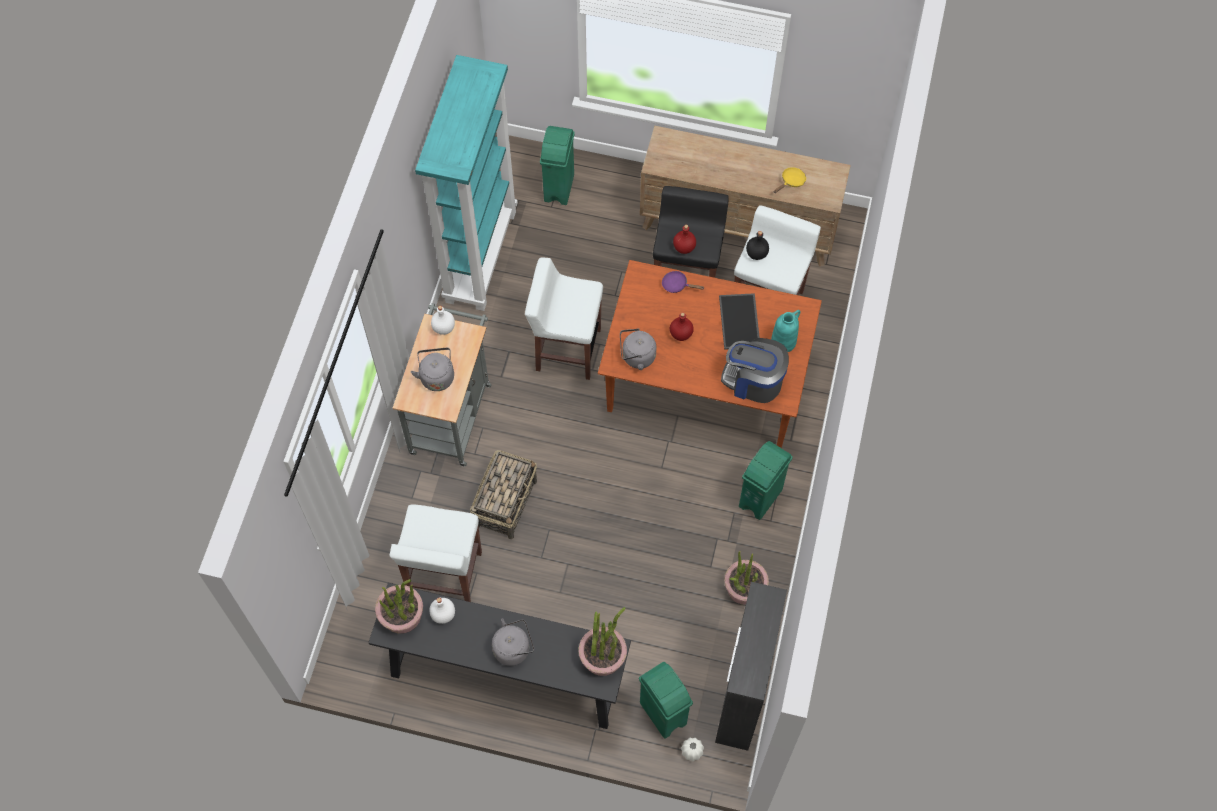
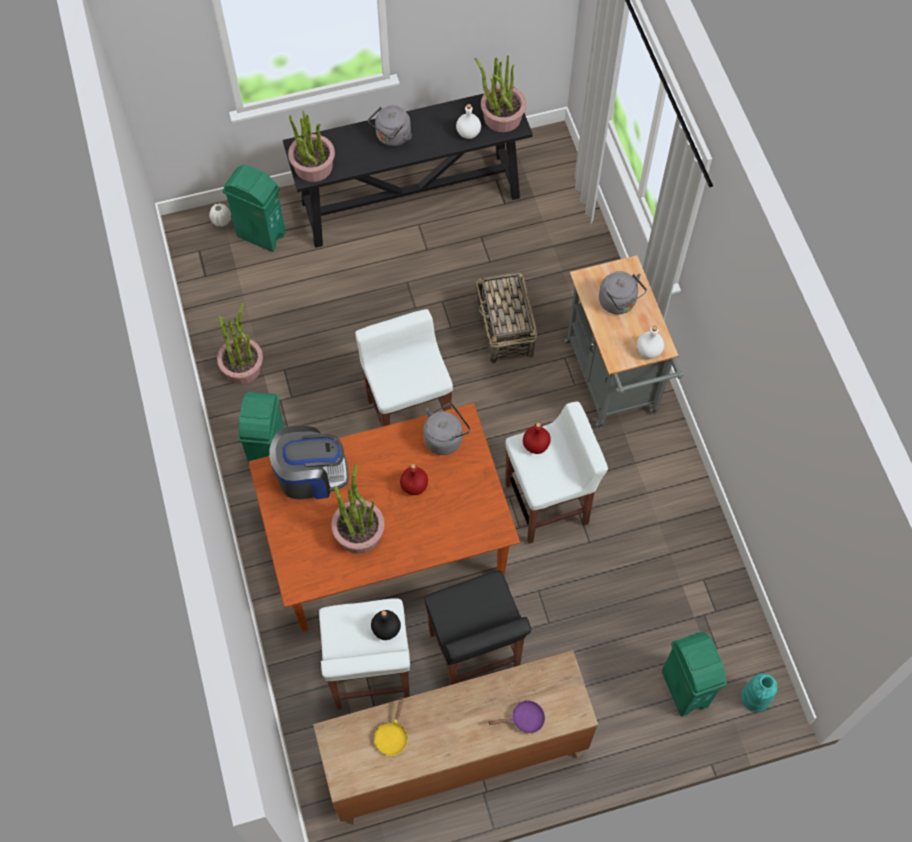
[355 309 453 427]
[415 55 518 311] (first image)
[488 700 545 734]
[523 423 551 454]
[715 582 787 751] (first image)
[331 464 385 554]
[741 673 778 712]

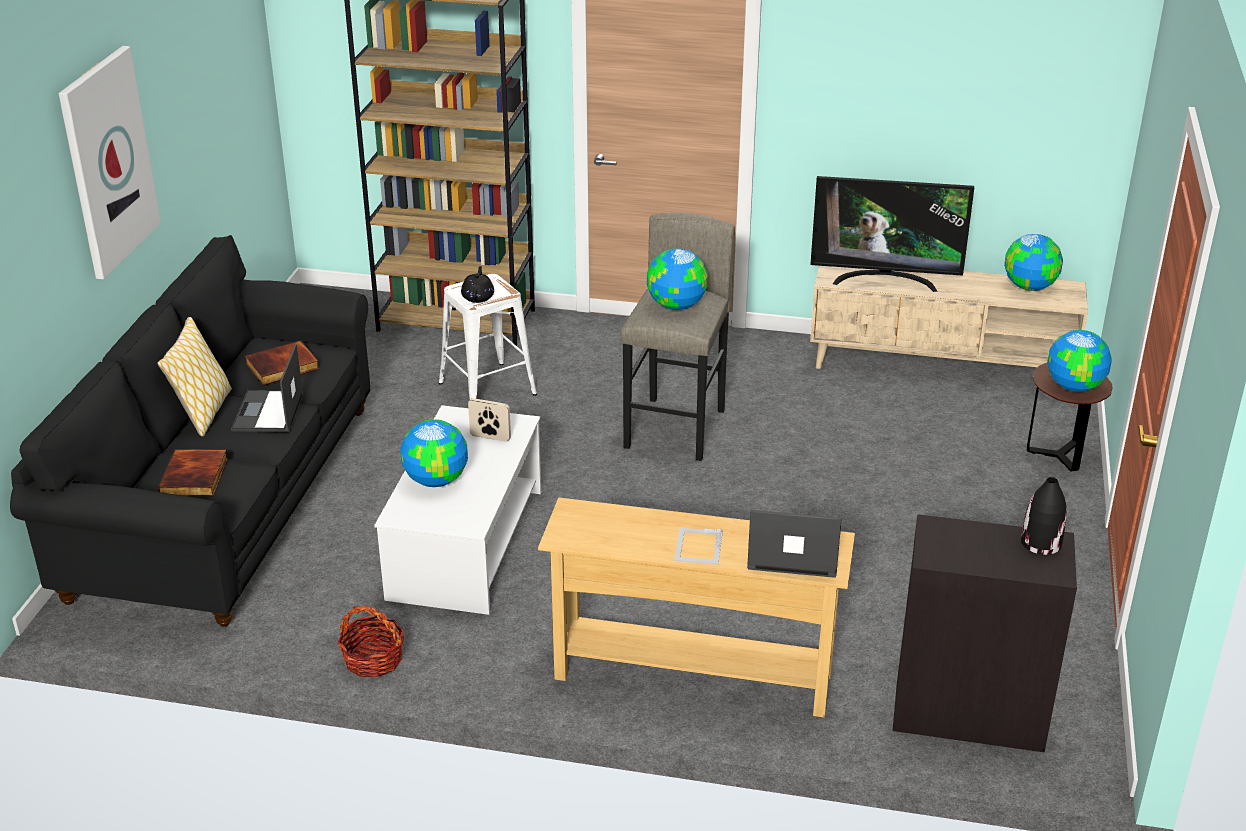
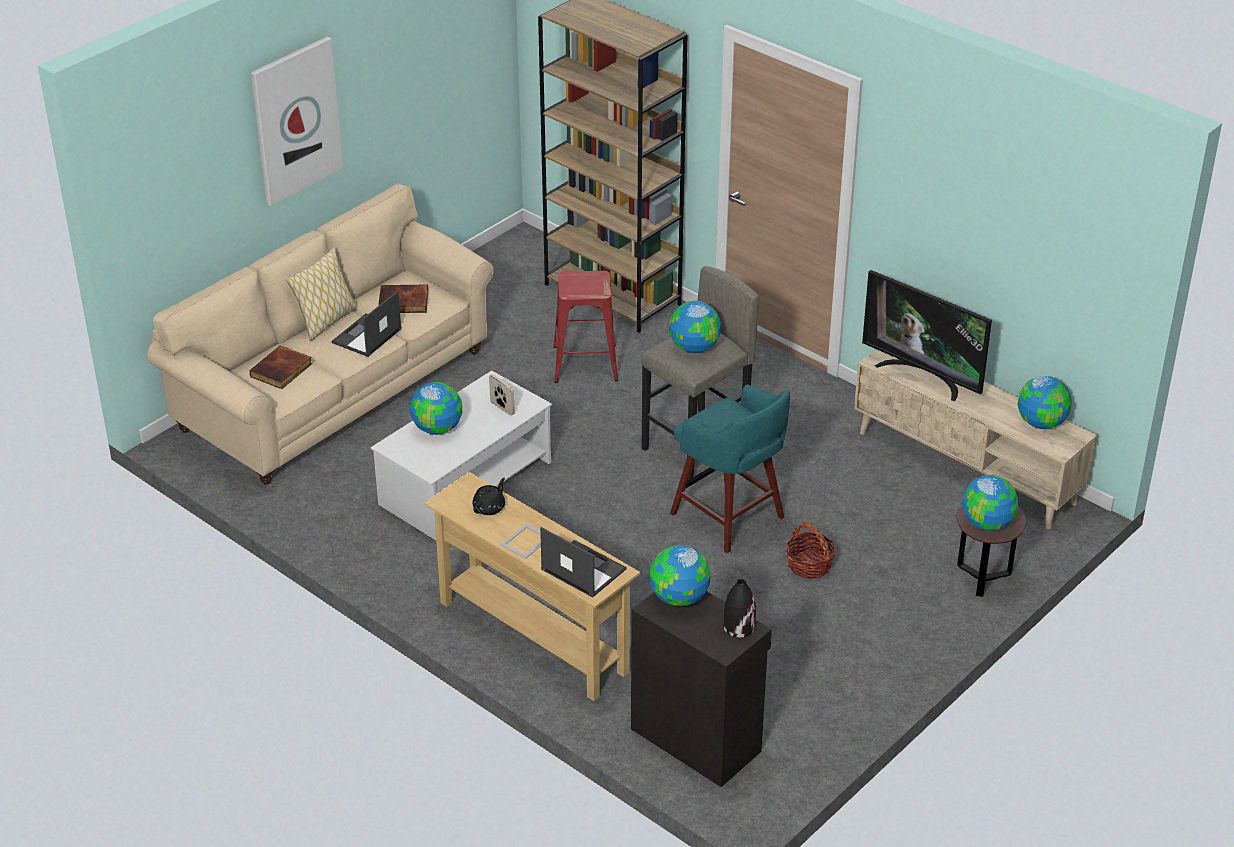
[147 184 494 485]
[786 522 836 579]
[553 271 618 383]
[472 478 505 515]
[650 545 711 606]
[670 384 790 553]

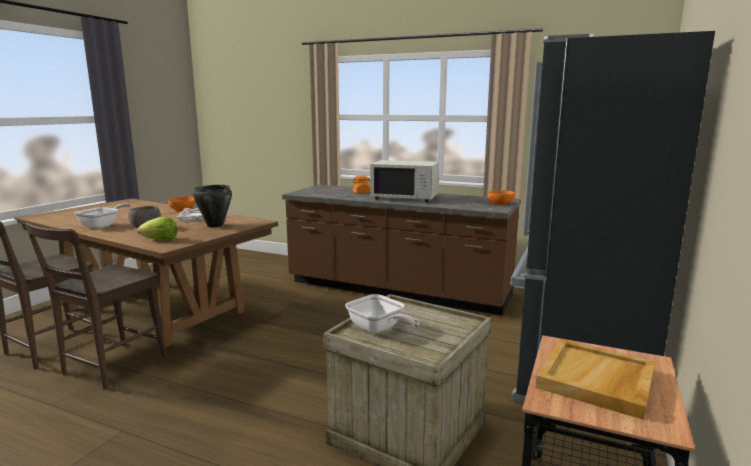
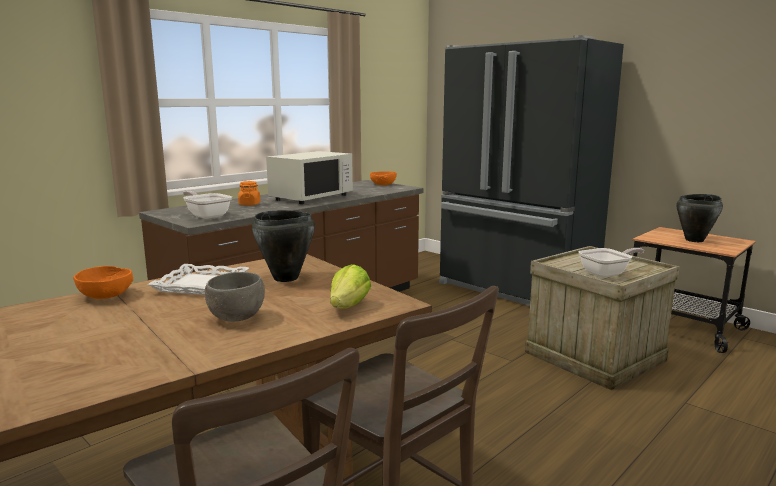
[183 191 232 219]
[676 194 723 242]

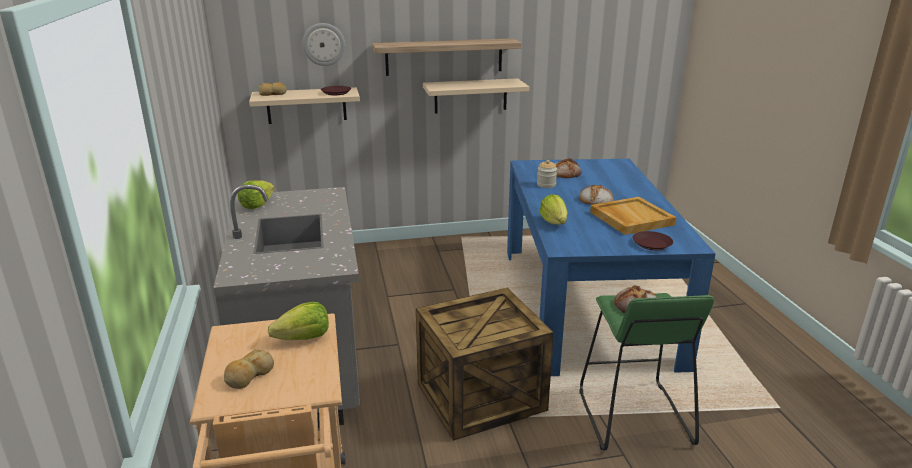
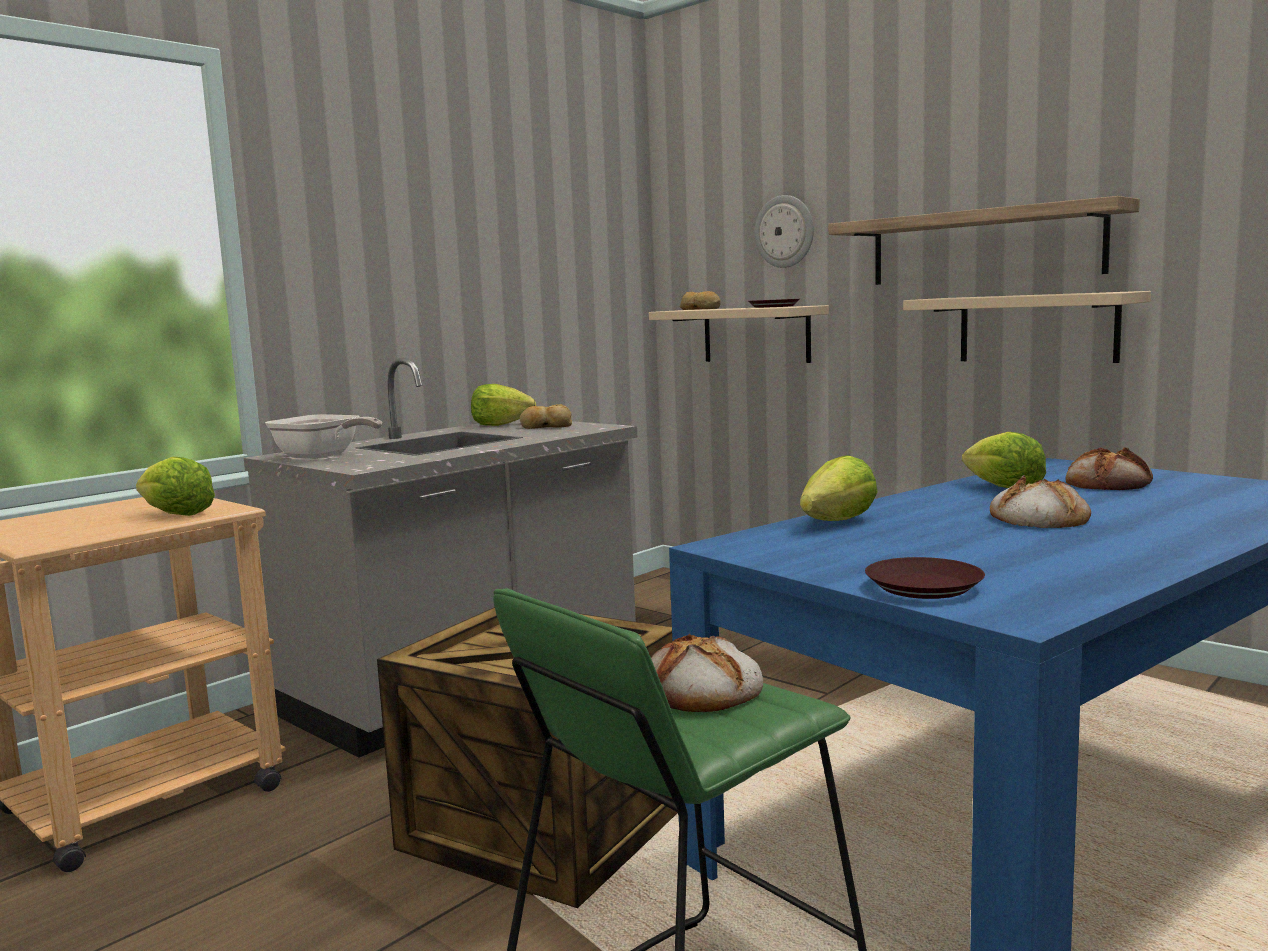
[519 404 572 429]
[962 432 1046 488]
[590 197 677 235] (first image)
[265 414 382 459]

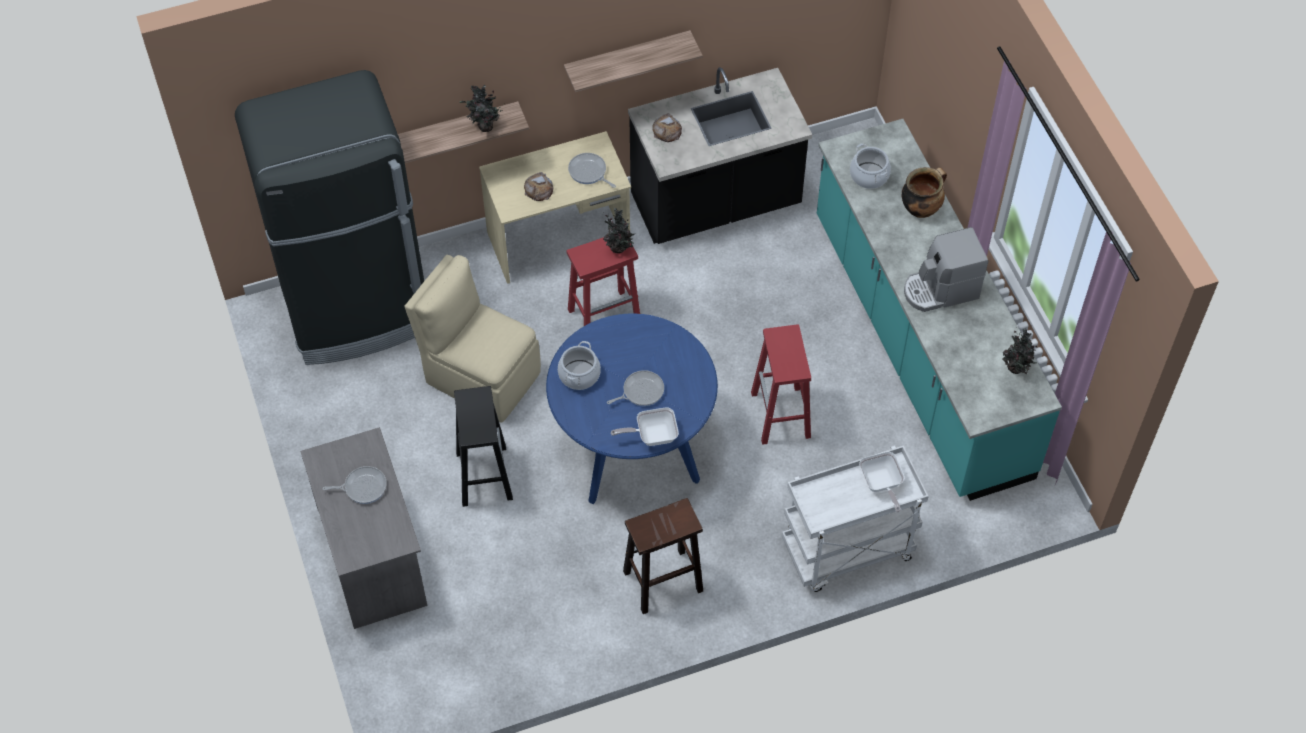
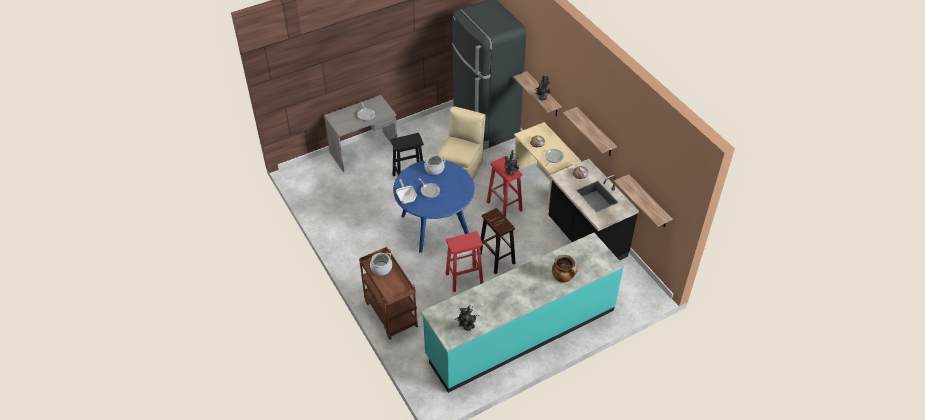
[480 208 516 274]
[359 247 418 340]
[370 252 392 276]
[859 452 905 513] (first image)
[904 227 988 312] (first image)
[614 174 673 228]

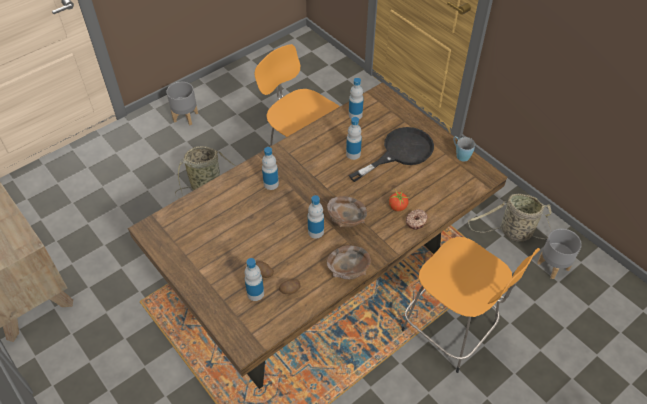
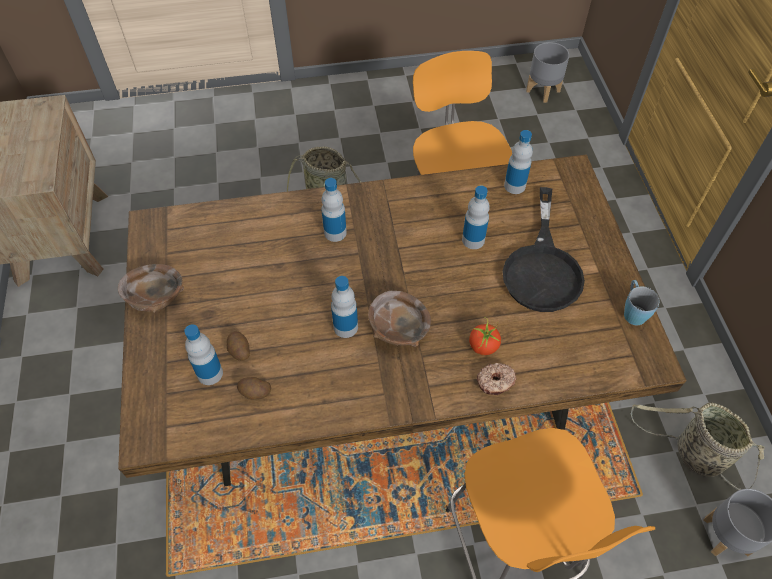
[526 42 570 103]
[118 264 184 313]
[502 187 585 312]

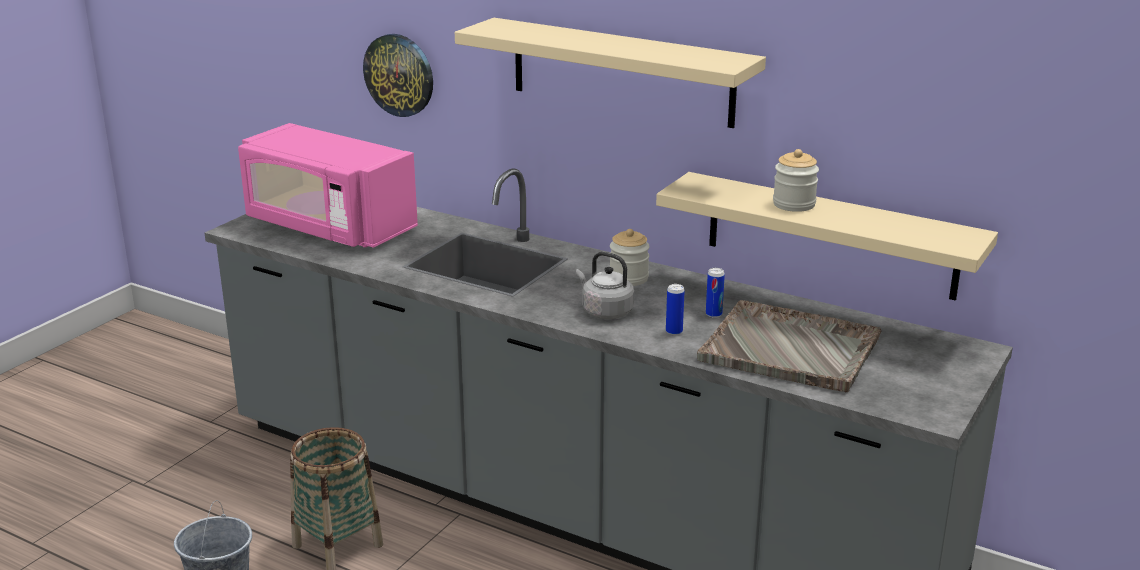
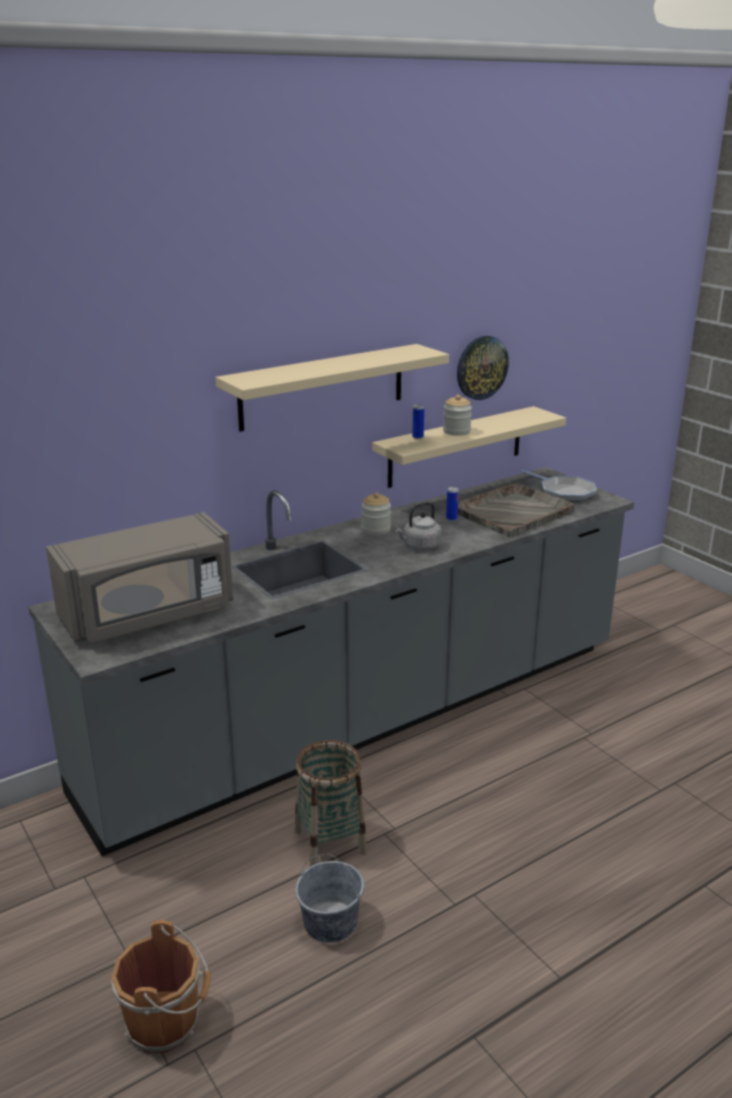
[46 512 233 643]
[457 336 509 400]
[412 404 424 439]
[111 920 210 1053]
[521 470 597 502]

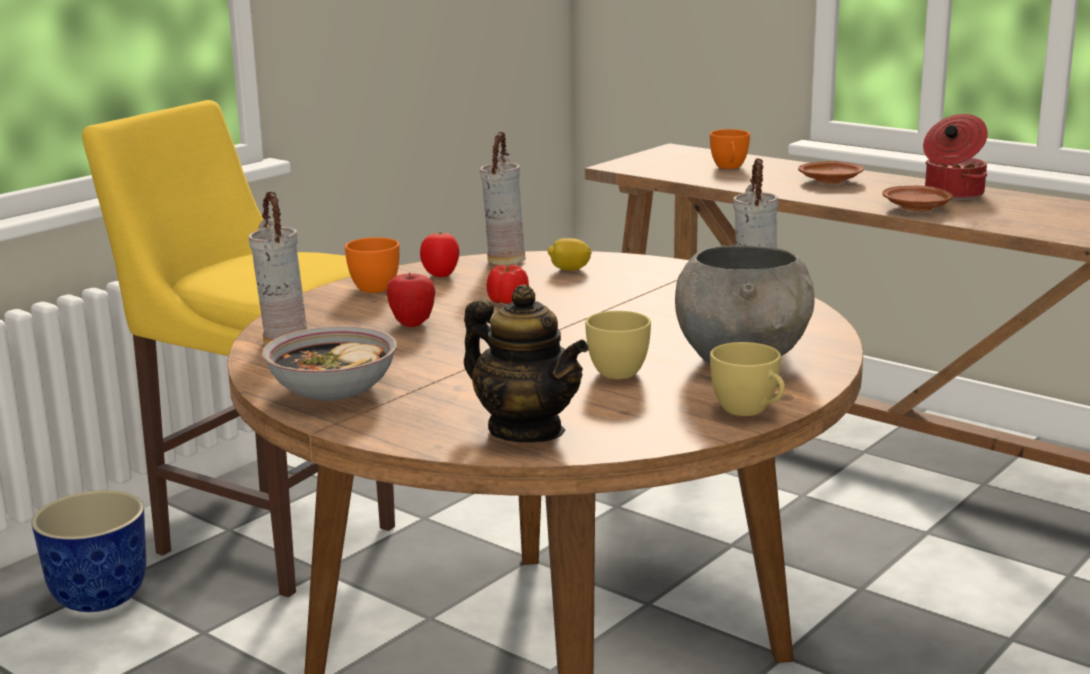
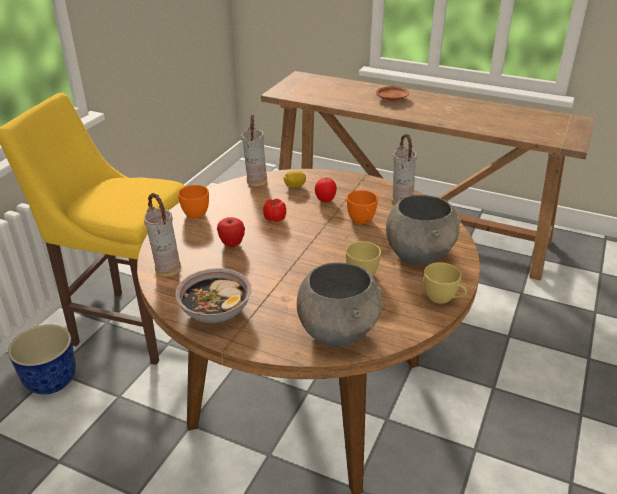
[315 177 337 202]
[297 262 383 347]
[347 190 378 224]
[882 186 953 211] (first image)
[923 114 988 200] (first image)

